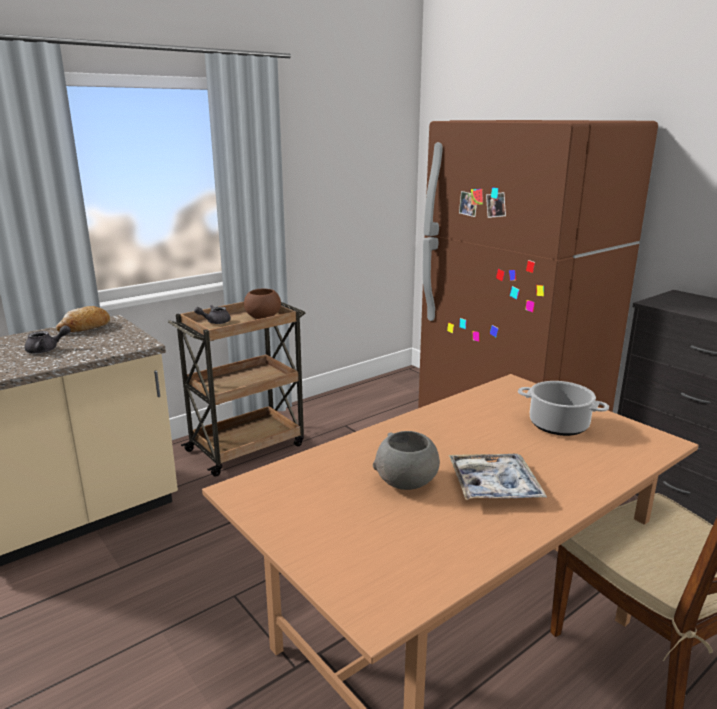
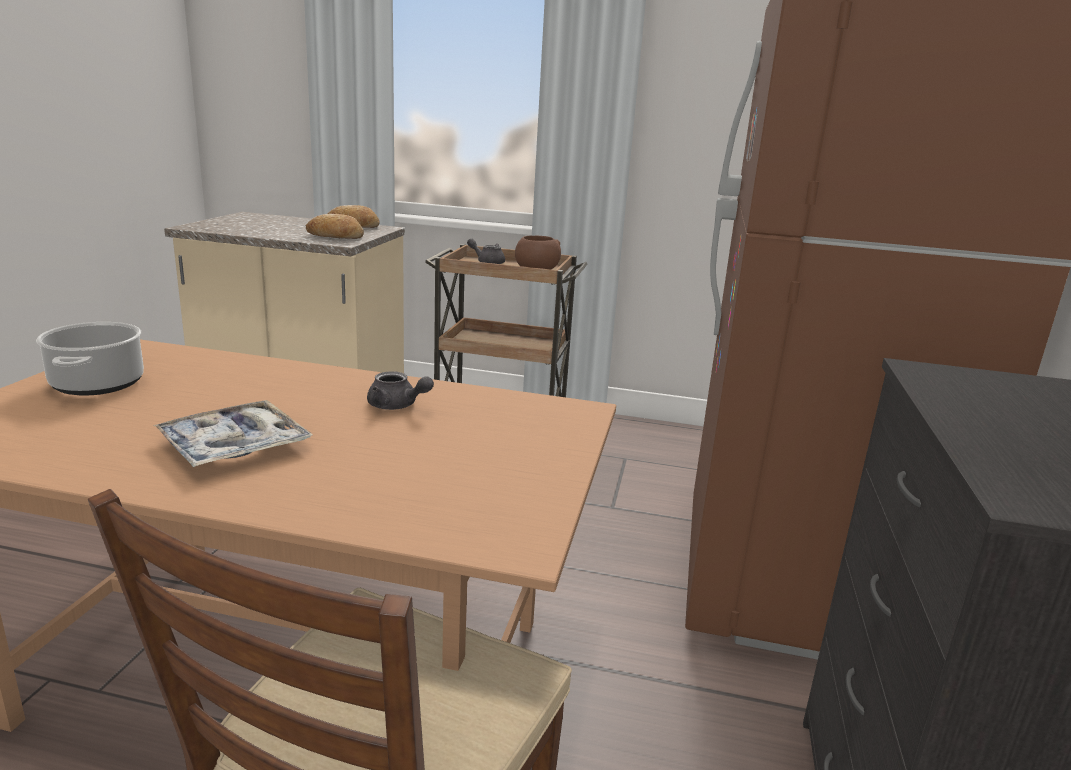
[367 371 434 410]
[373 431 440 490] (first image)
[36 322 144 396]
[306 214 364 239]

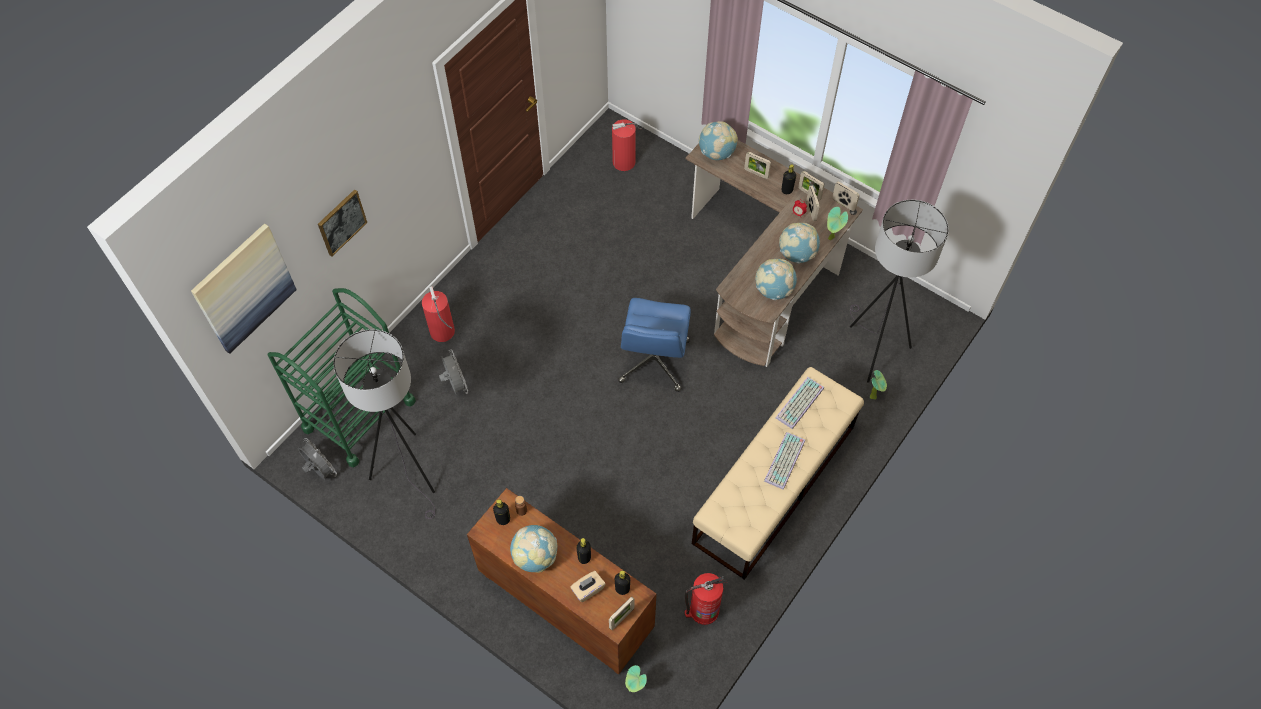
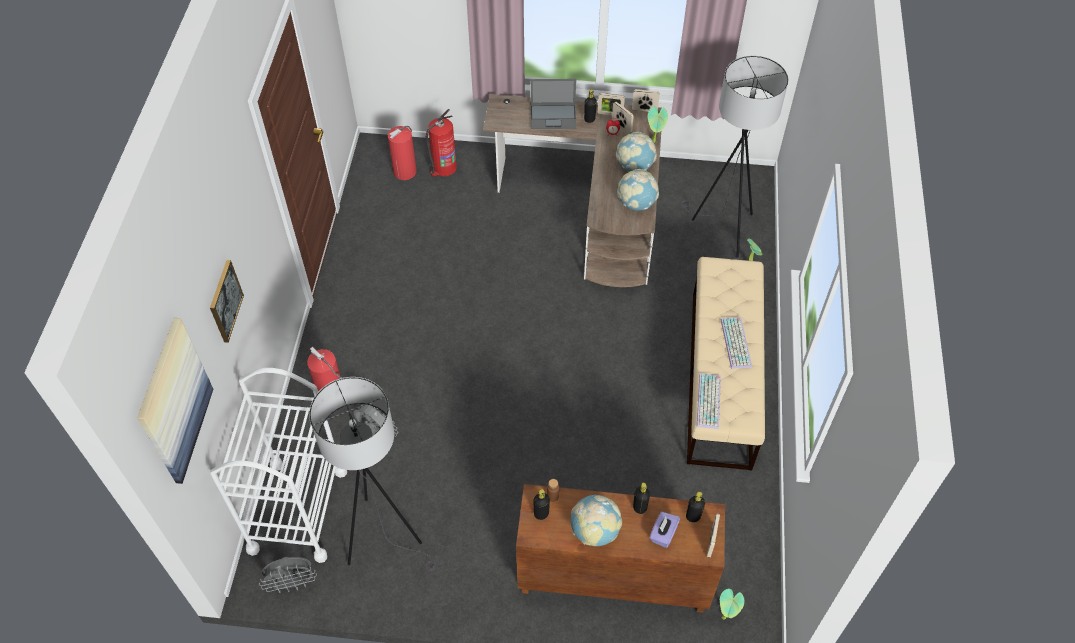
[210 368 347 563]
[259 557 317 593]
[650 512 680 548]
[618 298 691 392] (first image)
[426 109 457 177]
[699 121 738 160] (first image)
[530 79 576 129]
[697 373 721 429]

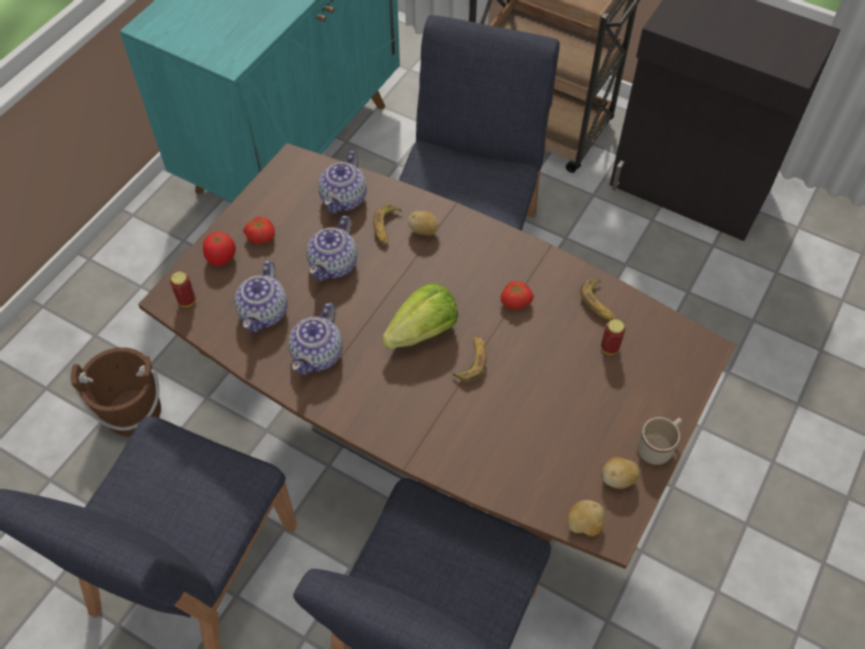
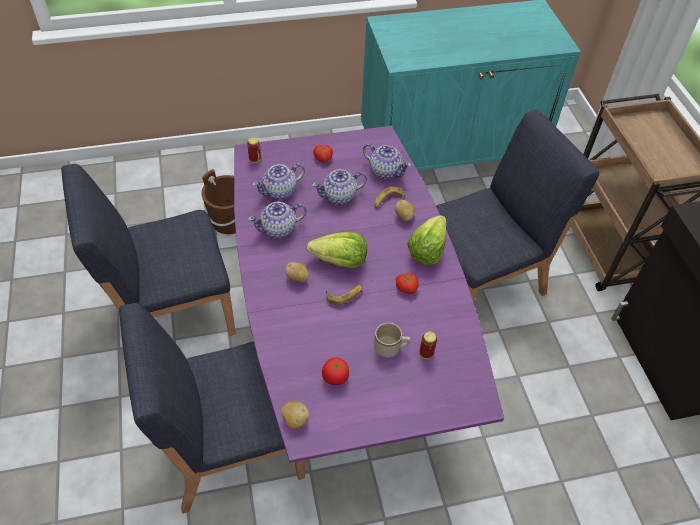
[234 126 504 463]
[322 358 349 385]
[363 143 411 180]
[580 279 616 320] (first image)
[285 262 309 283]
[374 323 411 357]
[407 215 446 265]

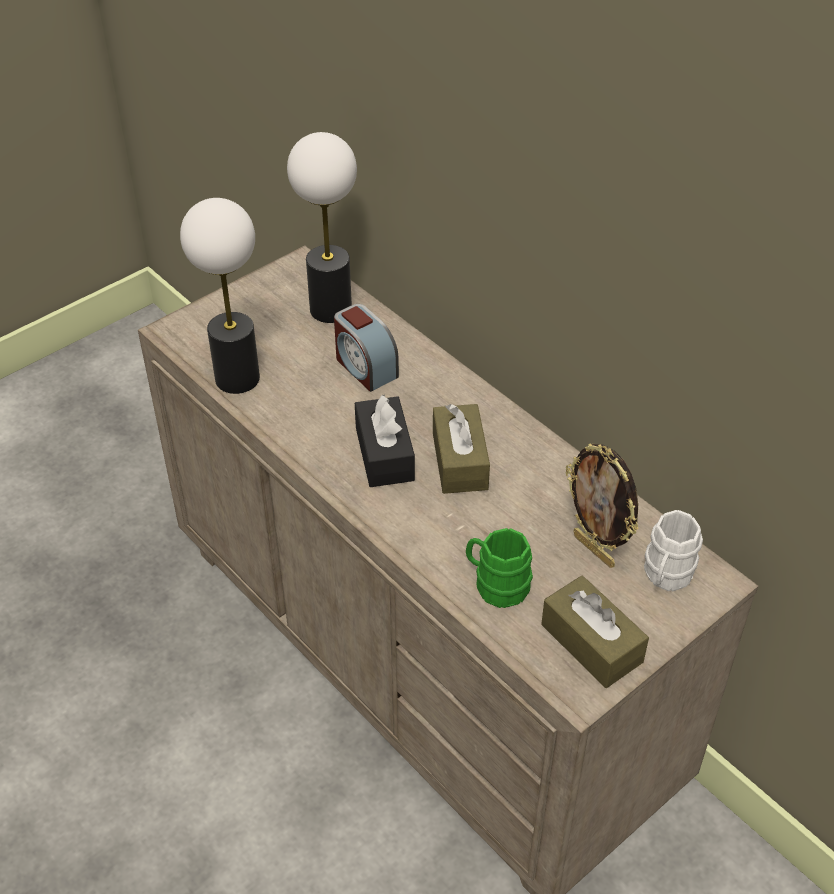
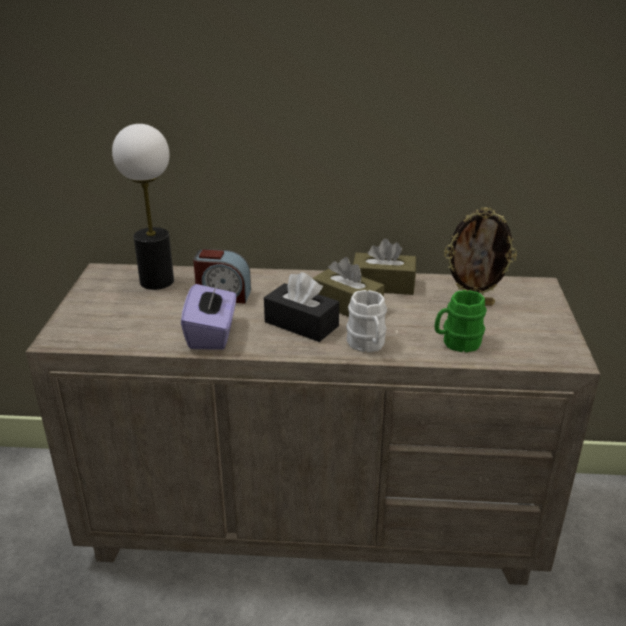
[180 198 260 394] (first image)
[353 239 416 295]
[346 290 387 353]
[181 280 236 350]

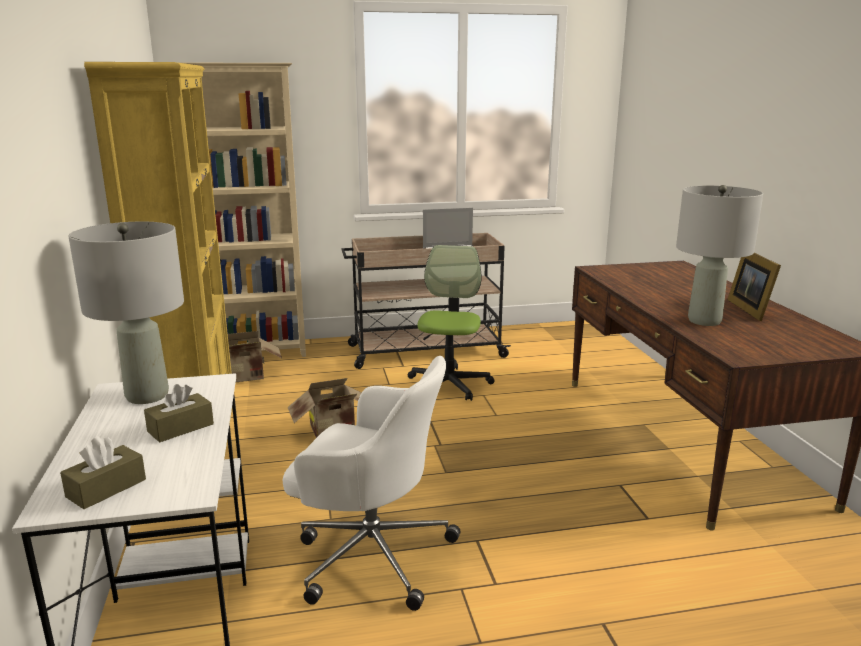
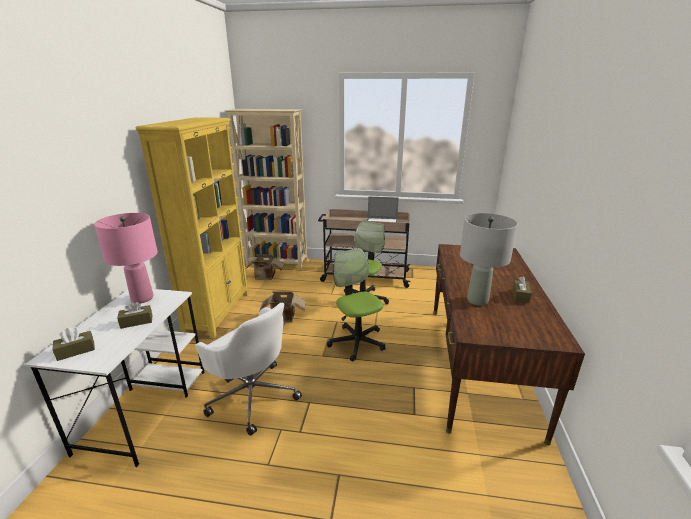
[94 213 158 304]
[512 277 532 303]
[327 248 386 361]

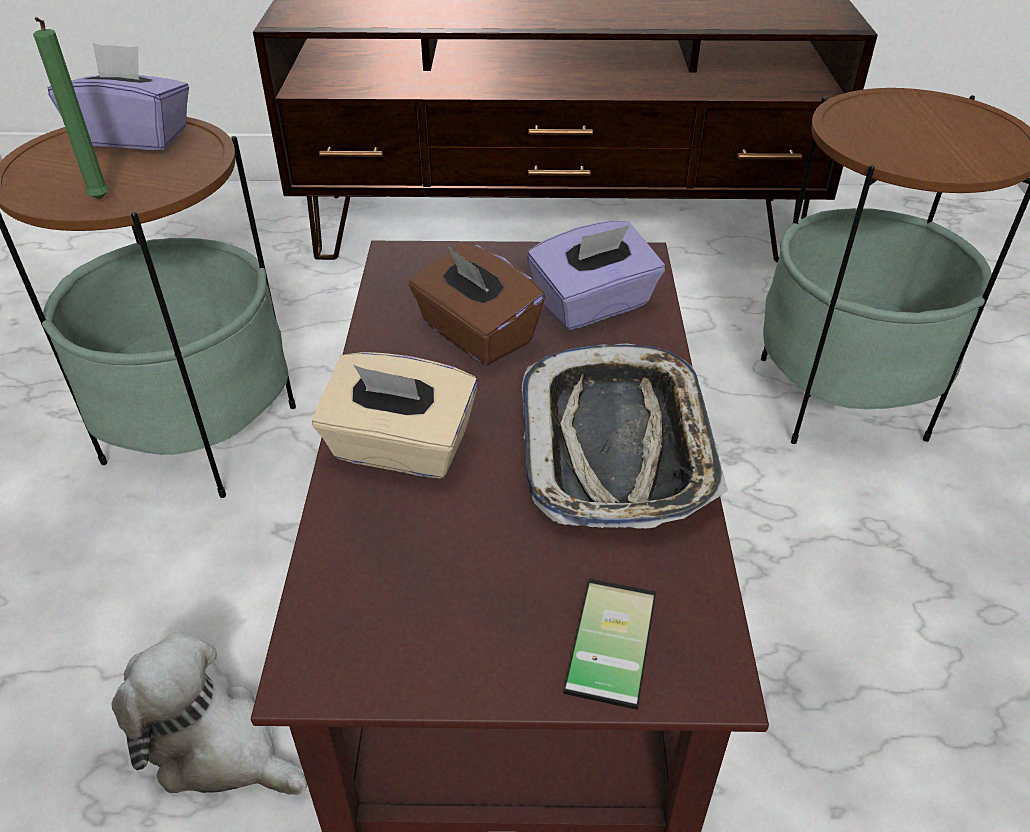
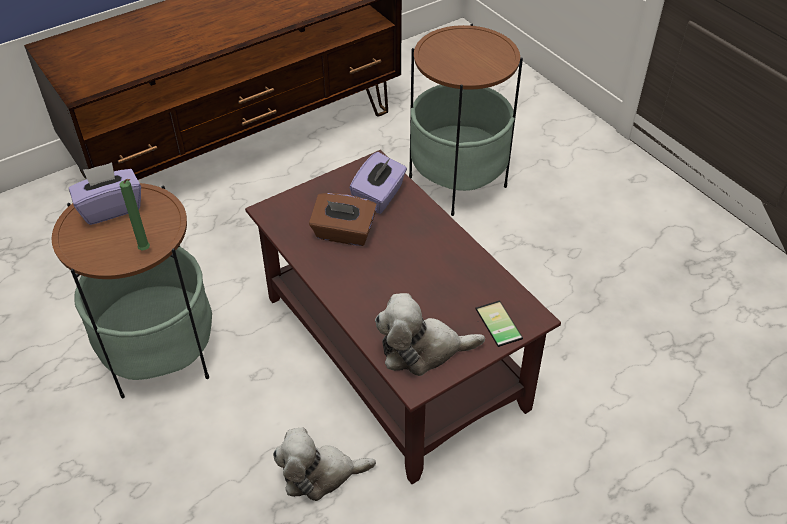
[312 352 478 478] (first image)
[522 343 728 529] (first image)
[375 293 485 376]

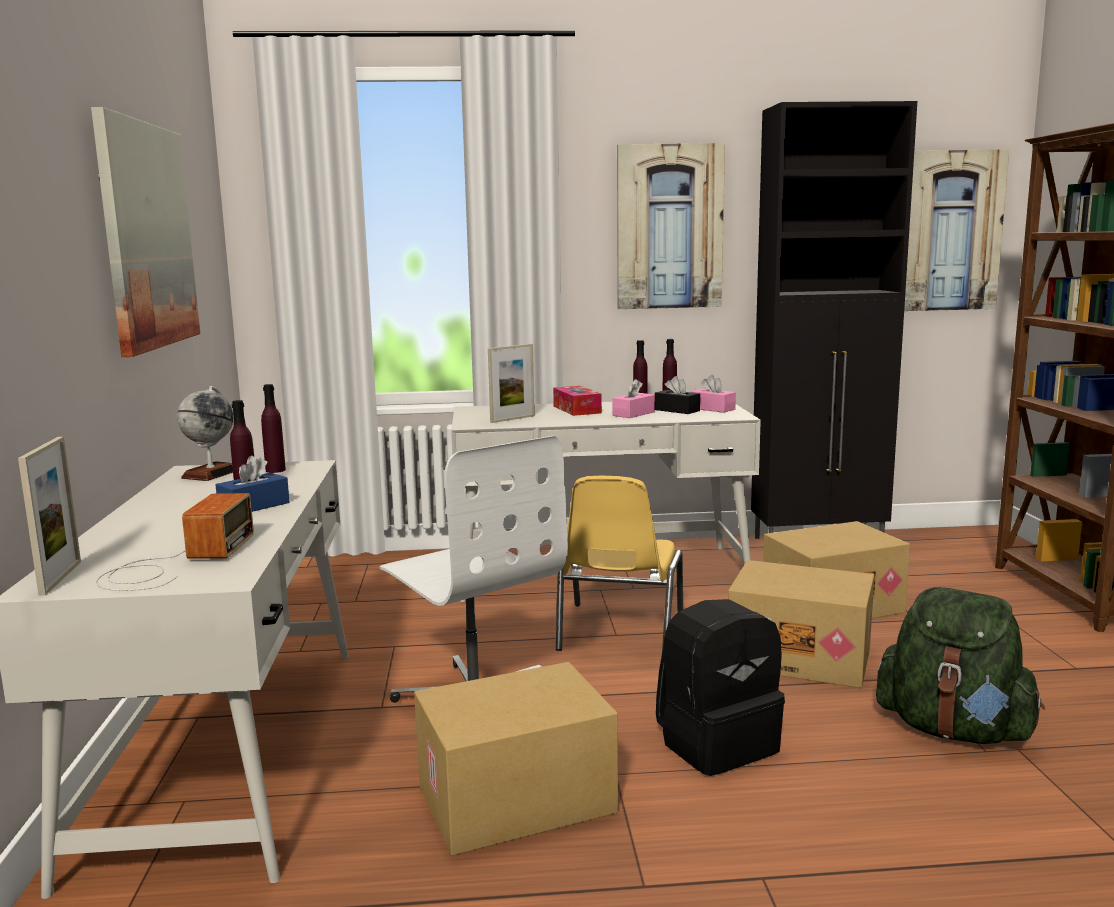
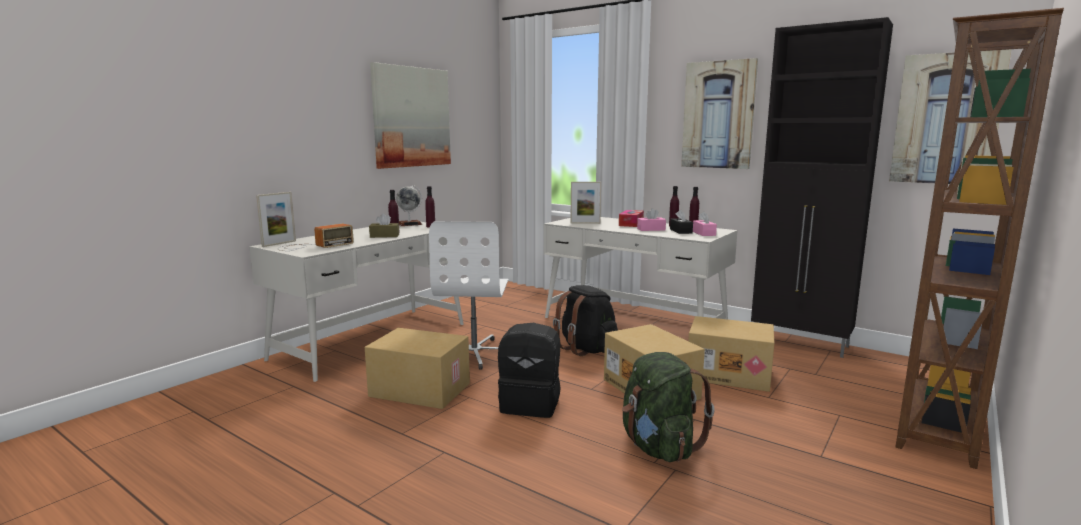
[369 213 399 238]
[553 285 618 356]

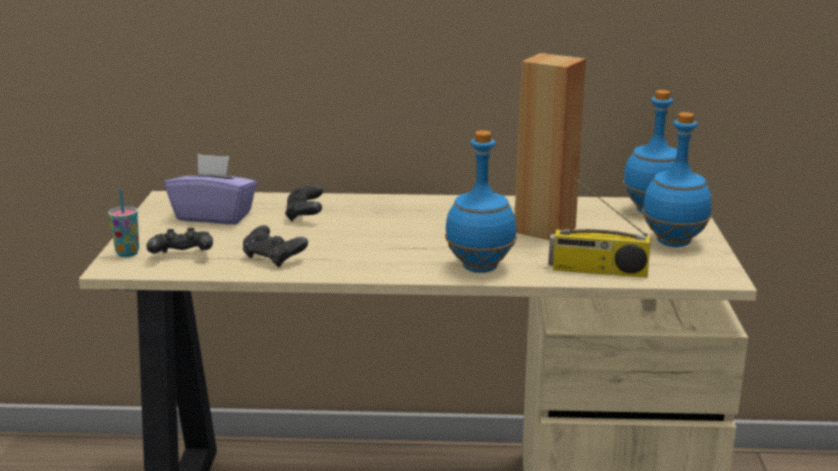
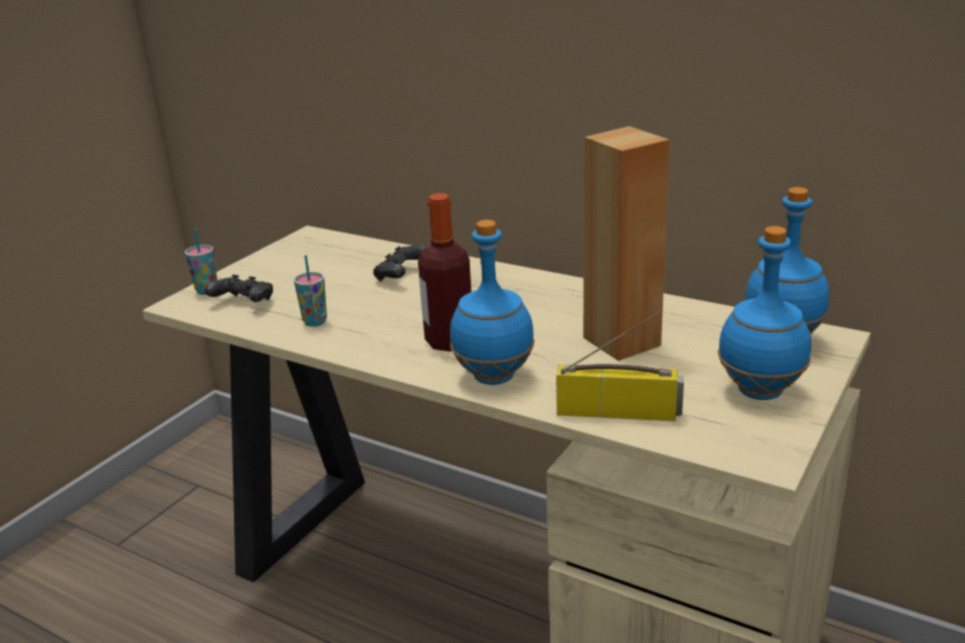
[165 154 257 224] (first image)
[294 255 327 327]
[556 311 684 421]
[418 193 472 351]

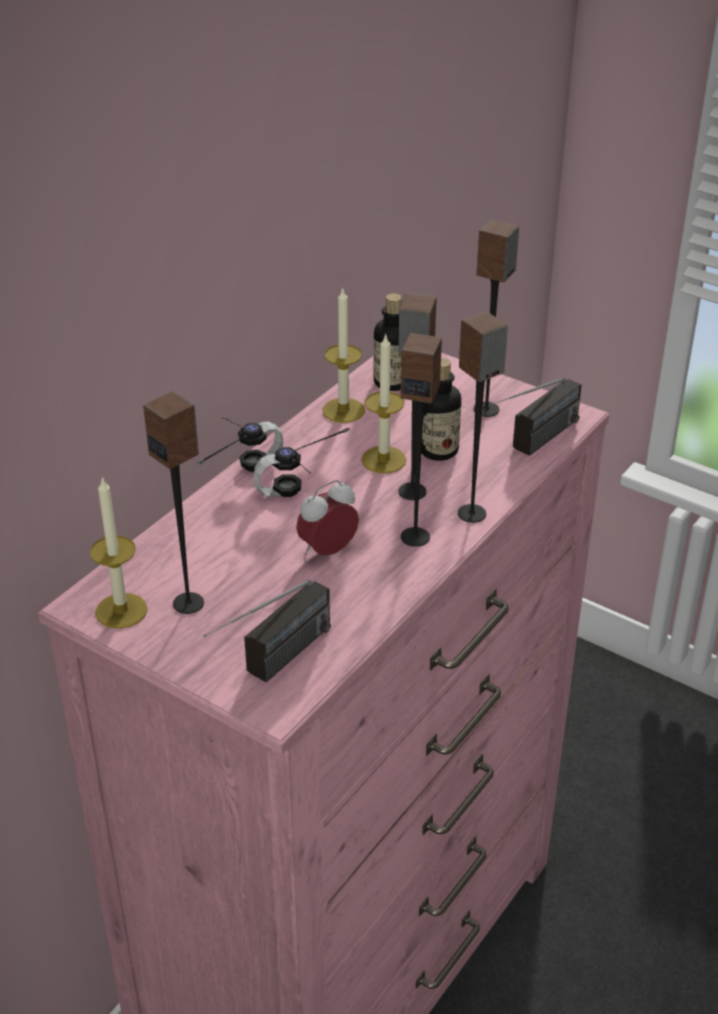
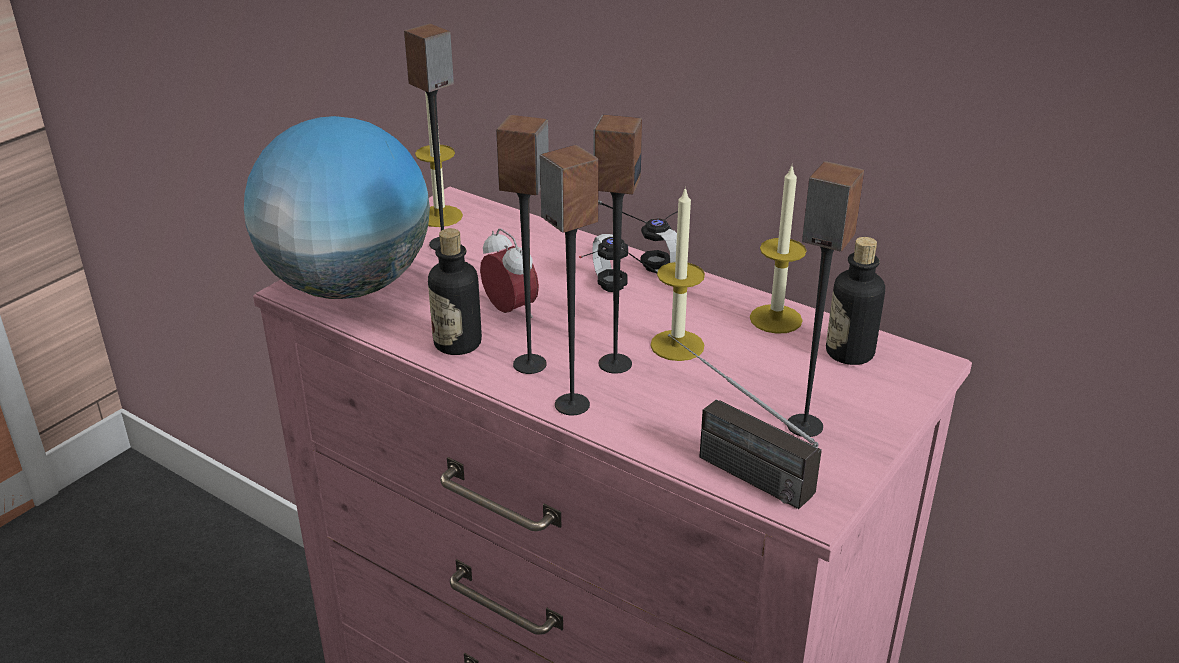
[244 116 430 299]
[428 228 482 355]

